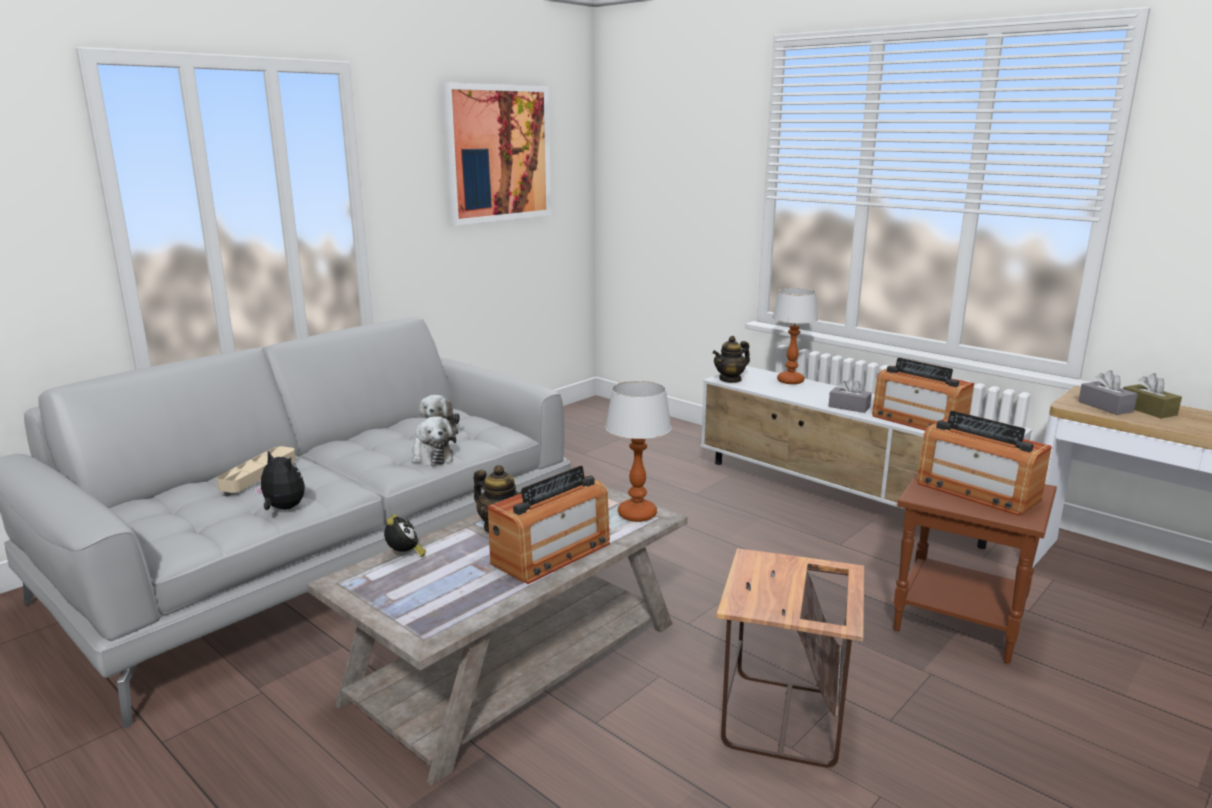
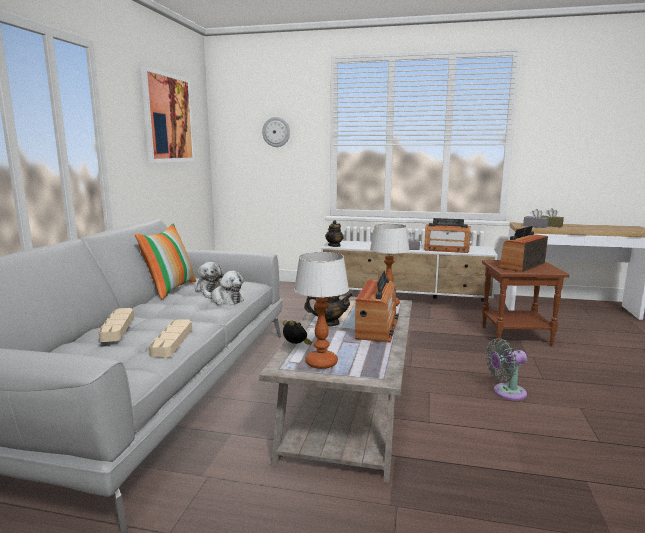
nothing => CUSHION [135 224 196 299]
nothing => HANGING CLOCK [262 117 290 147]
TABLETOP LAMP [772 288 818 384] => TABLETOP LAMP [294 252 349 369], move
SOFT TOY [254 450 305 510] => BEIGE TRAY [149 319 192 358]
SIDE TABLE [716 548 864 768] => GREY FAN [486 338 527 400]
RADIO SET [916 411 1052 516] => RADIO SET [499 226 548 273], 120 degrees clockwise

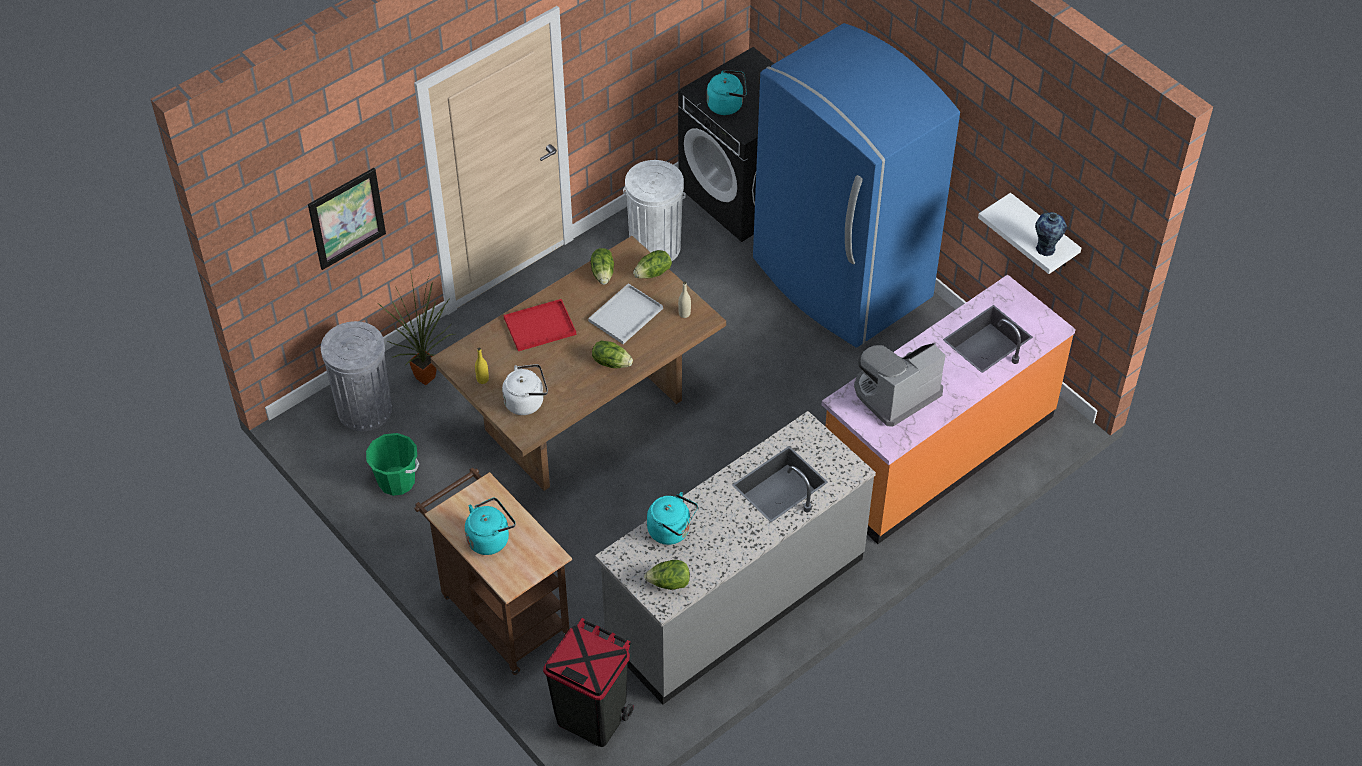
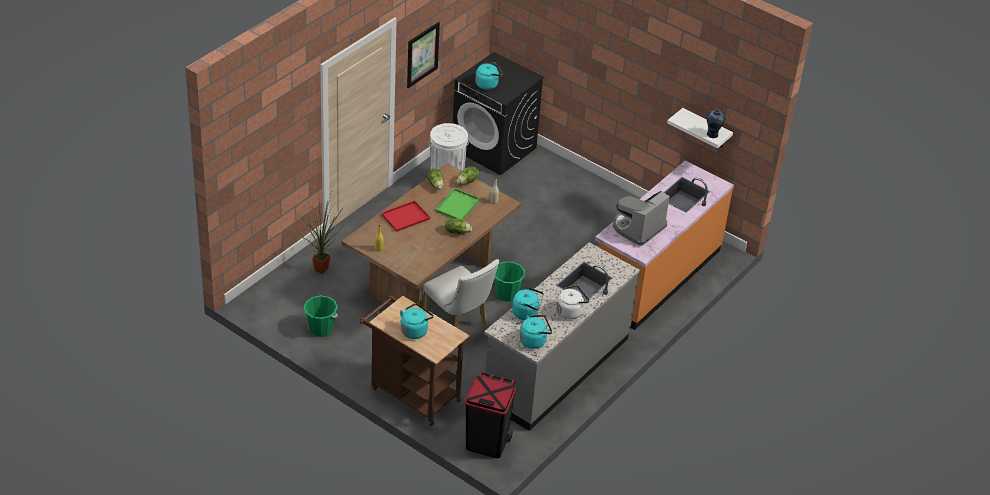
GREY TRASH CAN [321 321 392 431] => nothing
BLUE-COLOURED KITCHEN FRIDGE [753 23 960 348] => nothing
nothing => WHITE-COLOURED UPRIGHT CHAIR [424 259 500 328]
nothing => GREEN BUCKET [494 261 525 302]
PICTURE [308 168 386 270] => PICTURE [407 22 440 88], move
WHITE-COLOURED KETTLE [502 364 548 415] => WHITE-COLOURED KETTLE [556 285 589 320], move
LETTUCE HEAD [644 560 690 590] => TURQUOISE KETTLE [519 315 552 349]
WHITE-COLOURED TRAY [588 283 663 344] => GREEN TRAY [435 188 480 220]

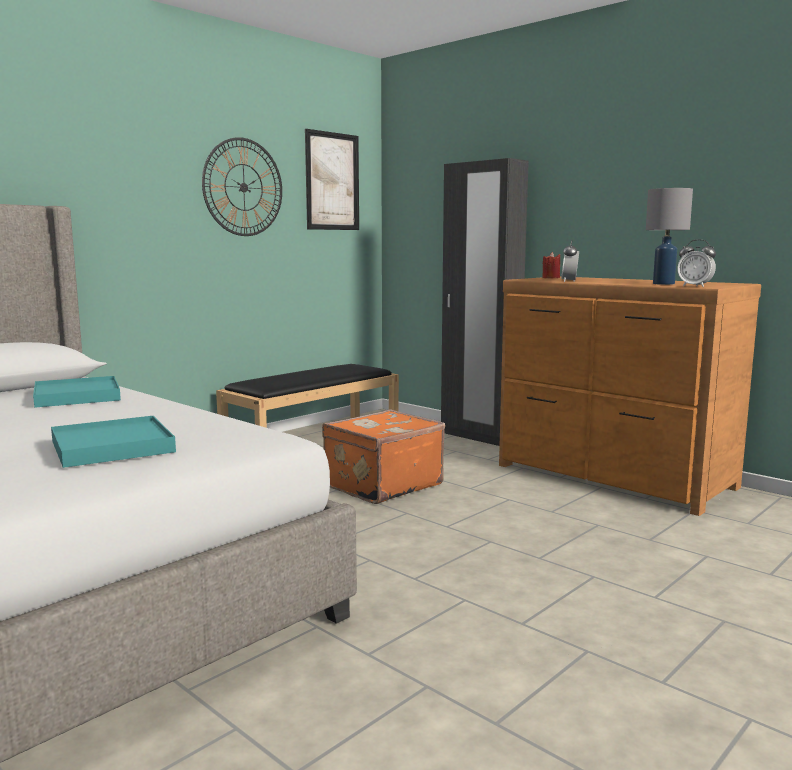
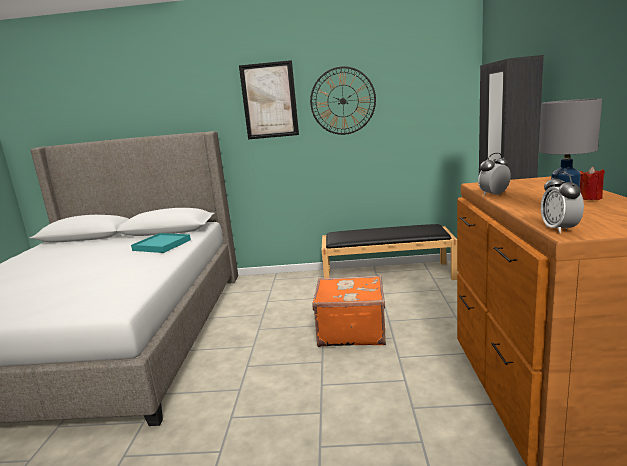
TURQUOISE TRAY [51 416 176 468] => nothing
PICTURE [305 129 359 230] => PICTURE [239 60 299 139], move
REDDISH WAX LIGHT [542 252 560 278] => REDDISH WAX LIGHT [580 166 605 200], move

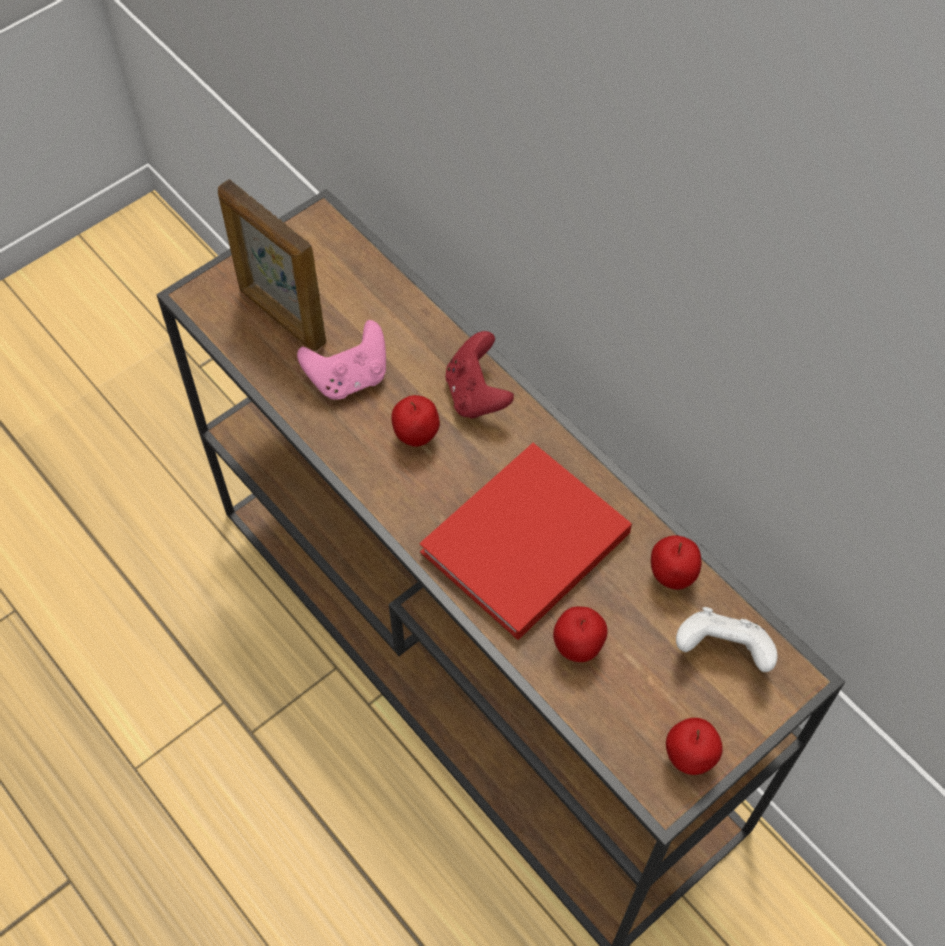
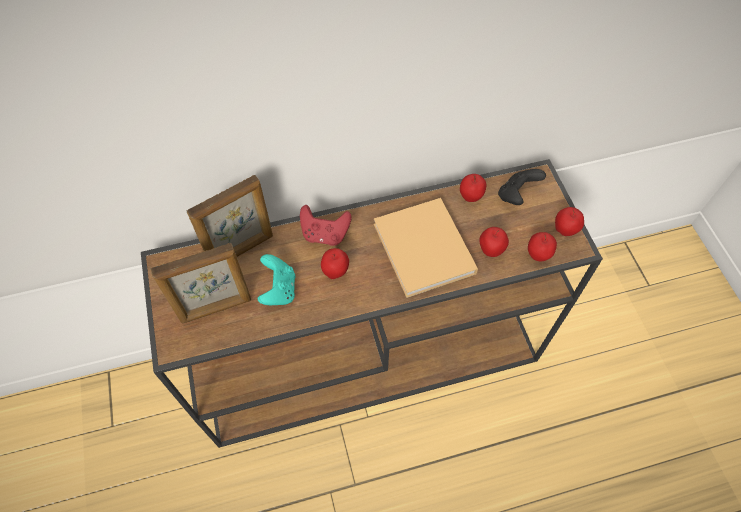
nothing => PICTURE FRAME [187 175 273 257]
nothing => WHOLE APPLE [528 232 557 261]
PINK-COLOURED GAMEPAD [297 320 386 400] => TURQUOISE GAMEPAD [257 254 295 305]
REDDISH BOUND BOOK [419 443 632 640] => BEIGE BOUND BOOK [374 198 478 298]
WHITE-COLOURED GAMEPAD [676 607 778 672] => BLACKISH GAMEPAD [498 169 546 205]

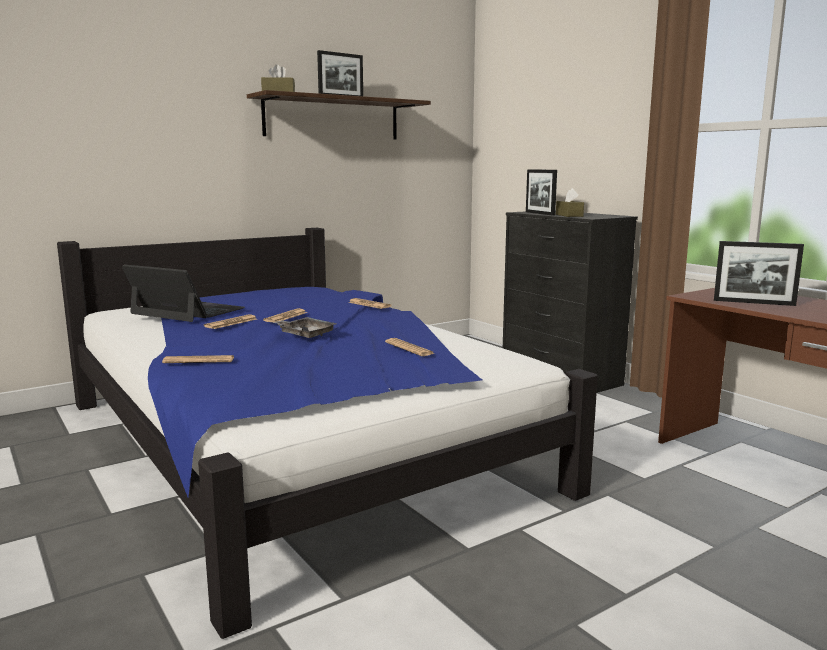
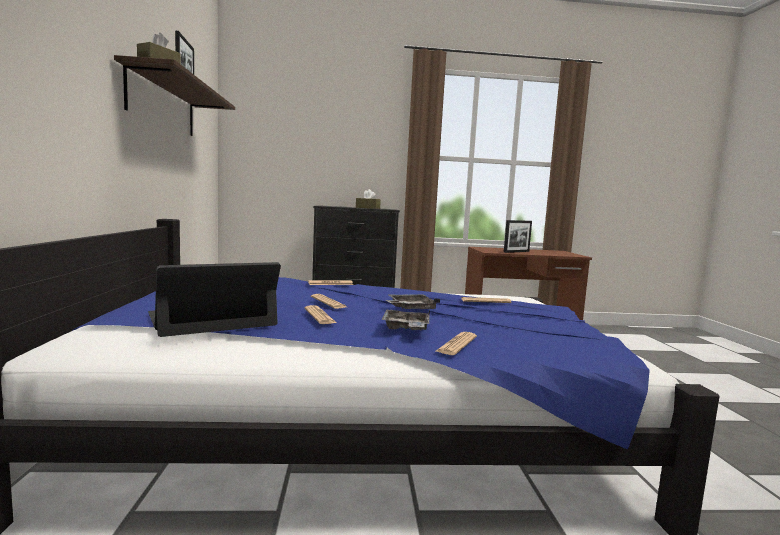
PICTURE FRAME [526 169 557 216] => nothing
nothing => GREY TRAY [382 309 430 331]

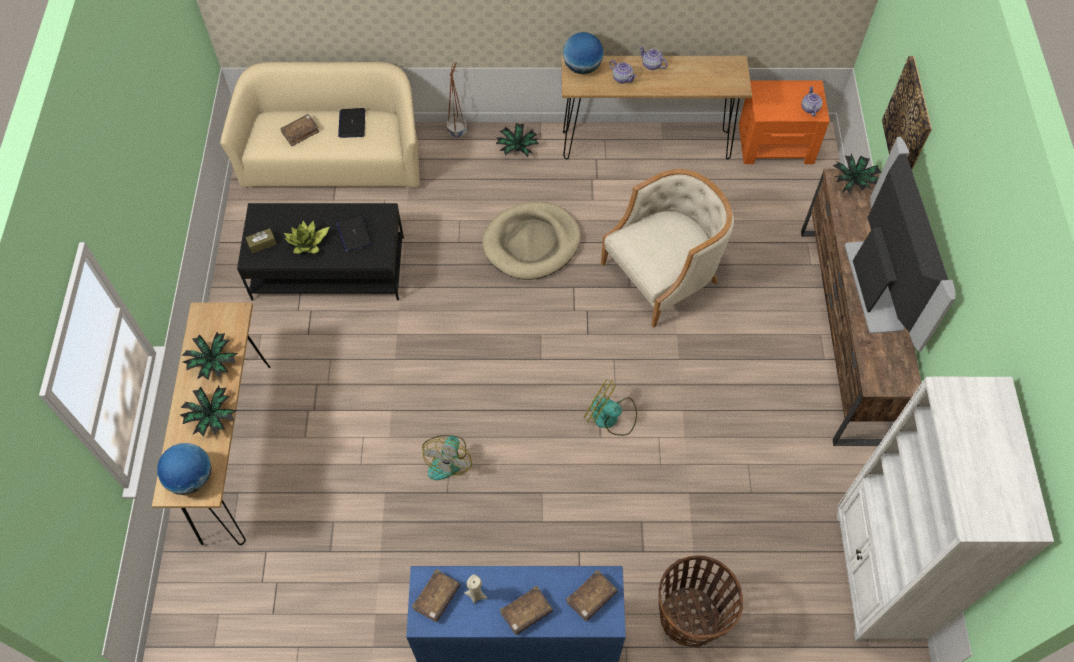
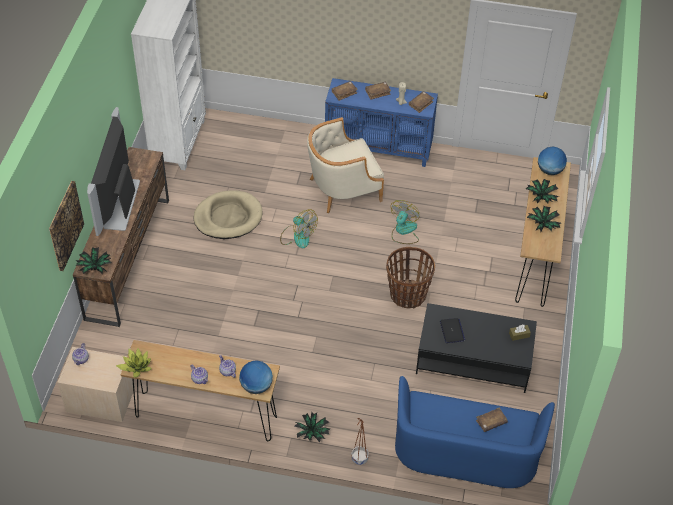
LAPTOP [338 108 365 138] => nothing
HOUSEPLANT [284 221 329 254] => HOUSEPLANT [115 348 152 378], move
BEIGE DOG BED [482 202 581 280] => BEIGE DOG BED [194 190 262 239], move
BEIGE ARMCHAIR [601 169 734 328] => BEIGE ARMCHAIR [307 117 384 213], move
BASKET [658 556 743 648] => BASKET [386 247 435 308], move
BEIGE SETTEE [220 62 420 188] => BLUE-COLOURED SETTEE [395 376 555 488]
ORANGEY NIGHT TABLE [739 80 830 164] => BEIGE NIGHT TABLE [57 347 135 422]

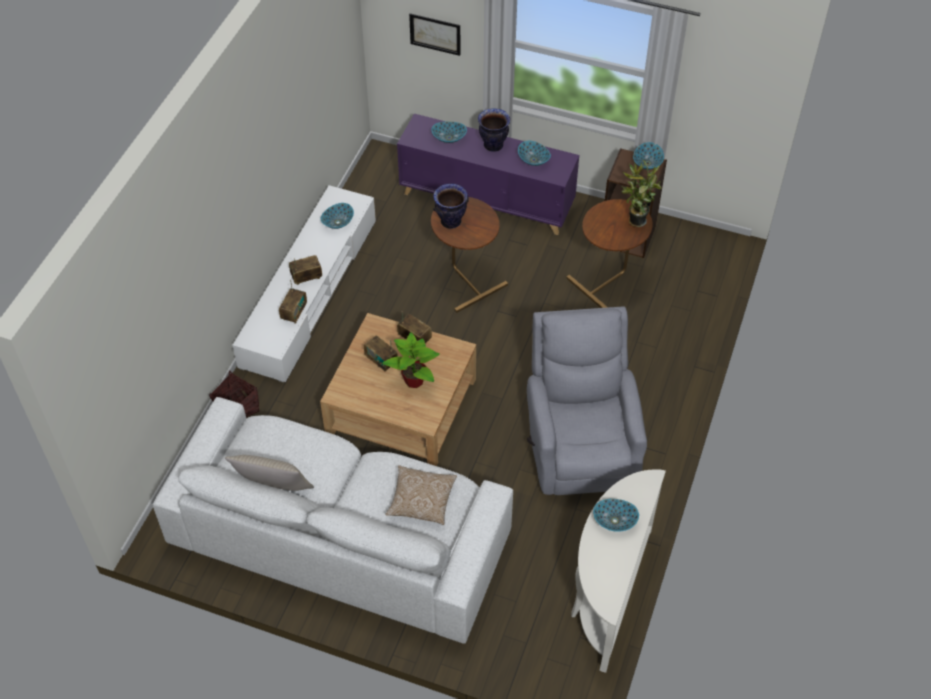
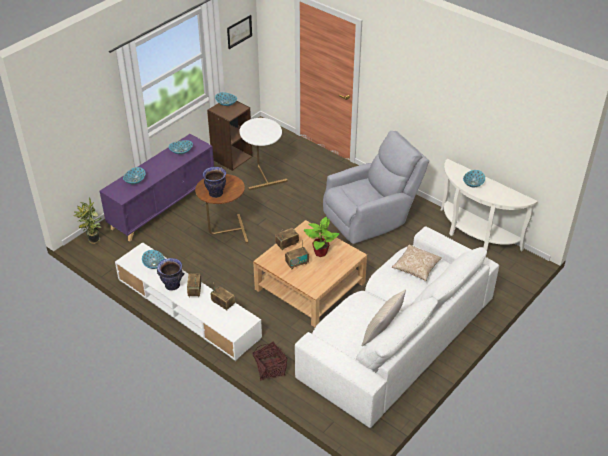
PICTURE [409 13 460 56] => PICTURE [227 15 252 49], move
DECORATIVE VASE [478 108 510 152] => DECORATIVE VASE [157 258 185 291], move
HOUSEPLANT [621 160 662 227] => HOUSEPLANT [73 197 101 244], move
BROWNISH SIDE TABLE [566 199 653 308] => WHITE-COLOURED SIDE TABLE [240 118 287 190]
GREY ARMCHAIR [527 306 647 495] => GREY ARMCHAIR [323 131 429 244], 135 degrees clockwise

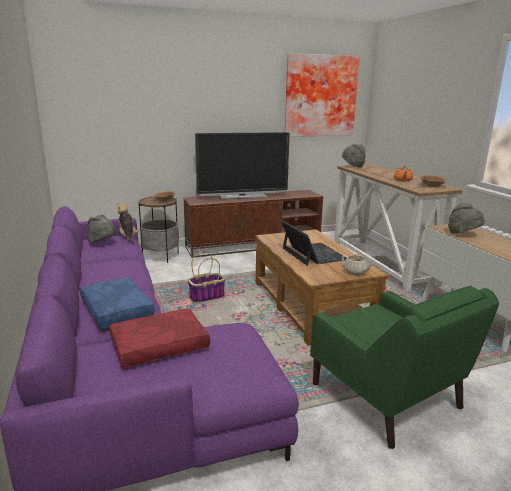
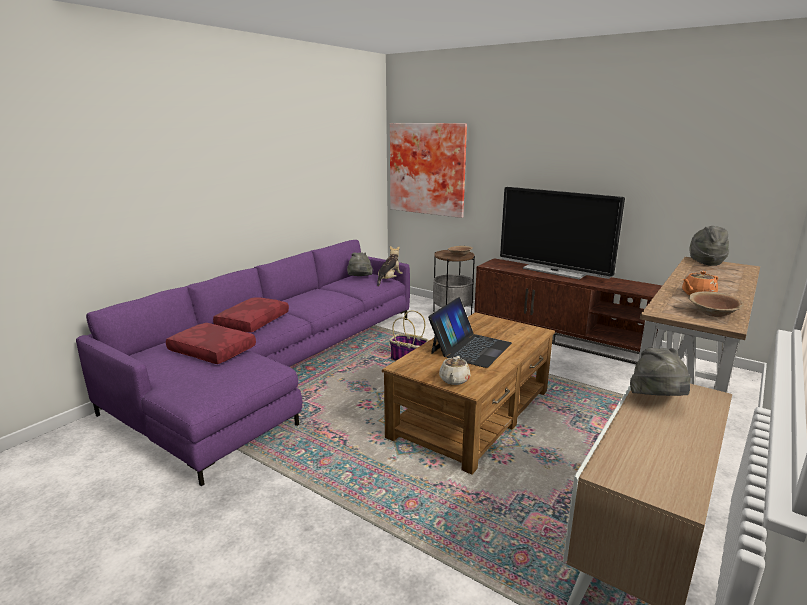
GREEN ARMCHAIR [310 286 499 449] => nothing
PICTURE [285 53 360 137] => PICTURE [390 123 467 218], move
BLUE-COLOURED CUSHION [80 278 155 329] => REDDISH CUSHION [213 297 289 332]

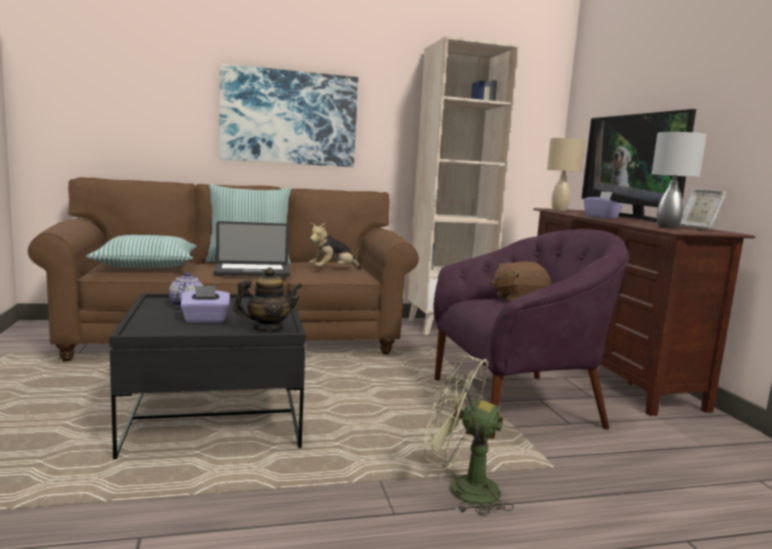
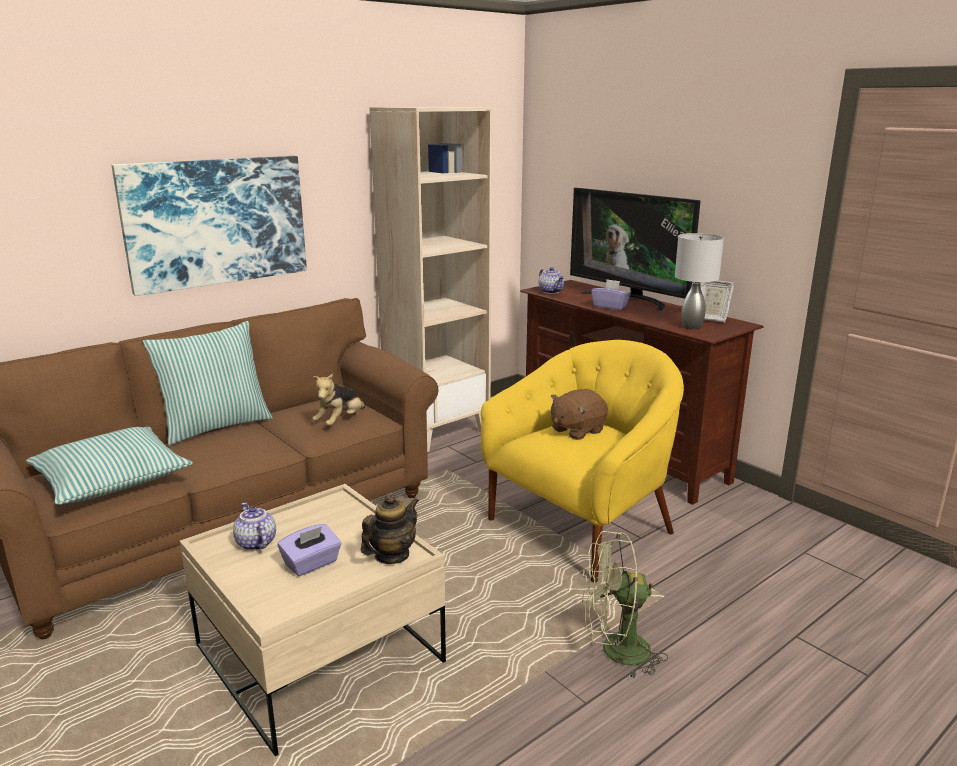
LAPTOP [214 221 290 276] => nothing
BEIGE TABLETOP LAMP [547 138 585 211] => POT FOR TEA [539 267 564 294]
BLACKISH LOW TABLE [109 293 306 459] => BEIGE LOW TABLE [180 484 446 756]
PURPLE-COLOURED ARMCHAIR [433 229 629 439] => YELLOWISH ARMCHAIR [481 340 684 583]

